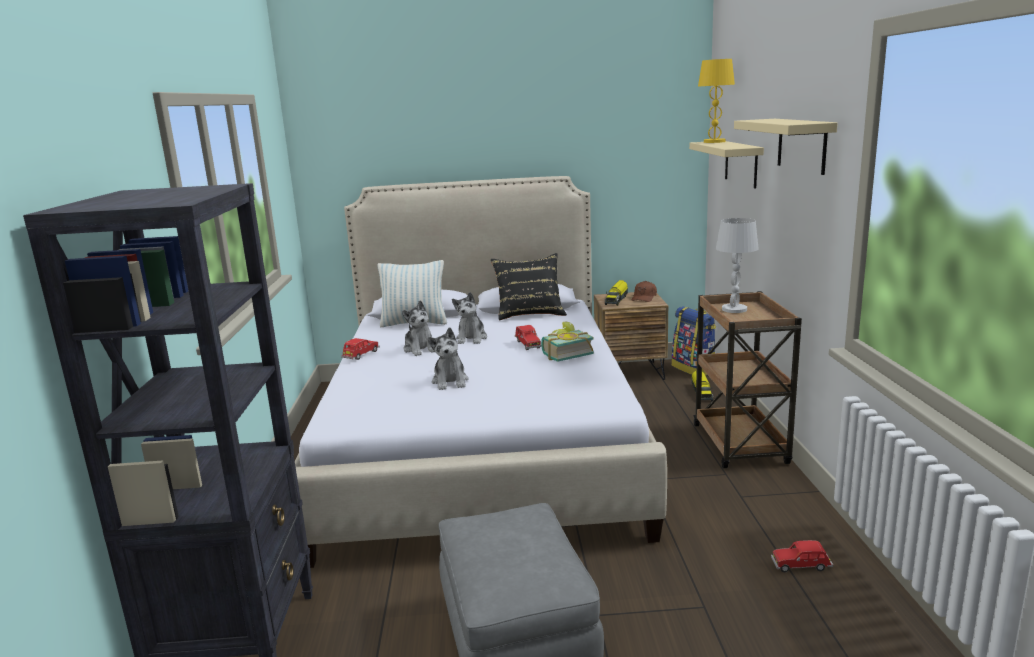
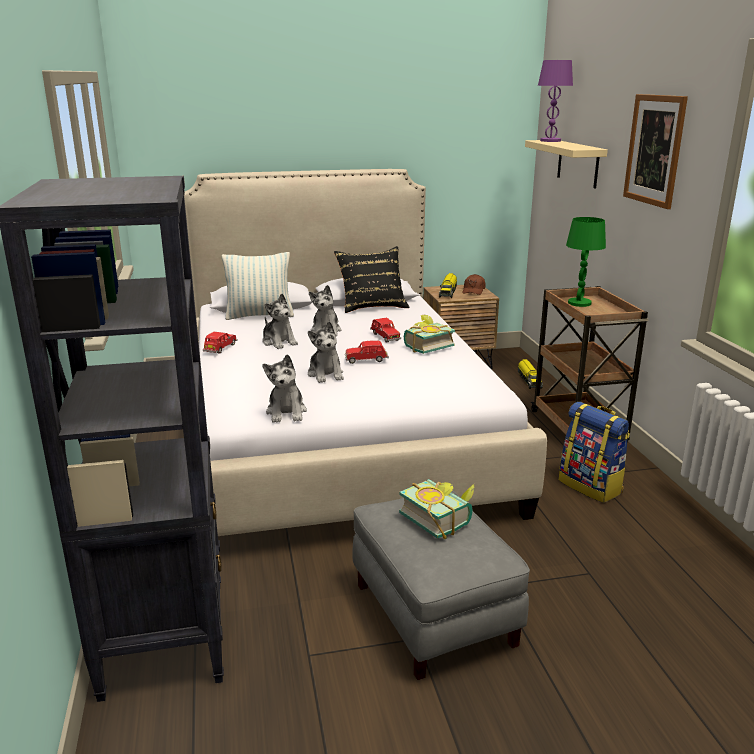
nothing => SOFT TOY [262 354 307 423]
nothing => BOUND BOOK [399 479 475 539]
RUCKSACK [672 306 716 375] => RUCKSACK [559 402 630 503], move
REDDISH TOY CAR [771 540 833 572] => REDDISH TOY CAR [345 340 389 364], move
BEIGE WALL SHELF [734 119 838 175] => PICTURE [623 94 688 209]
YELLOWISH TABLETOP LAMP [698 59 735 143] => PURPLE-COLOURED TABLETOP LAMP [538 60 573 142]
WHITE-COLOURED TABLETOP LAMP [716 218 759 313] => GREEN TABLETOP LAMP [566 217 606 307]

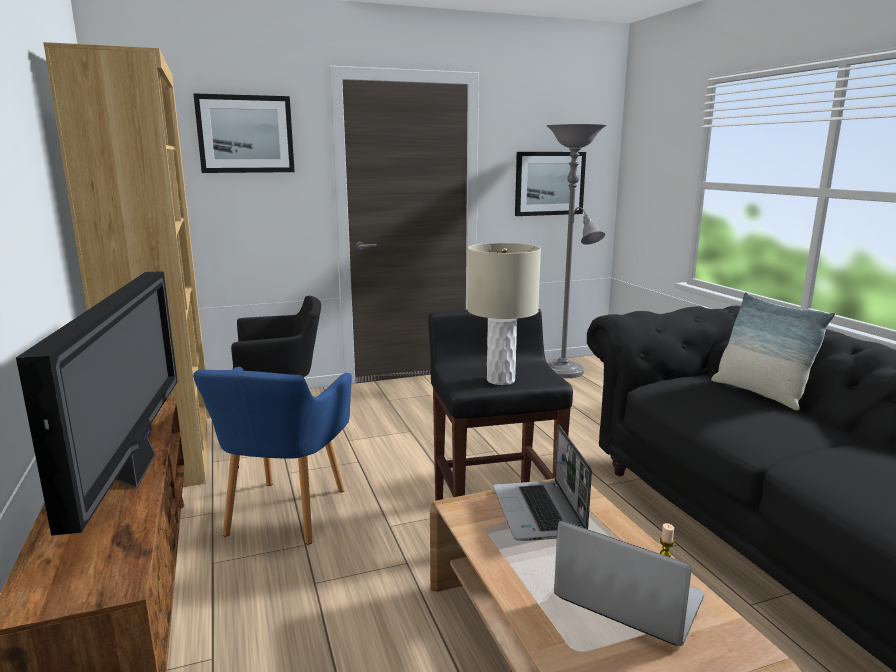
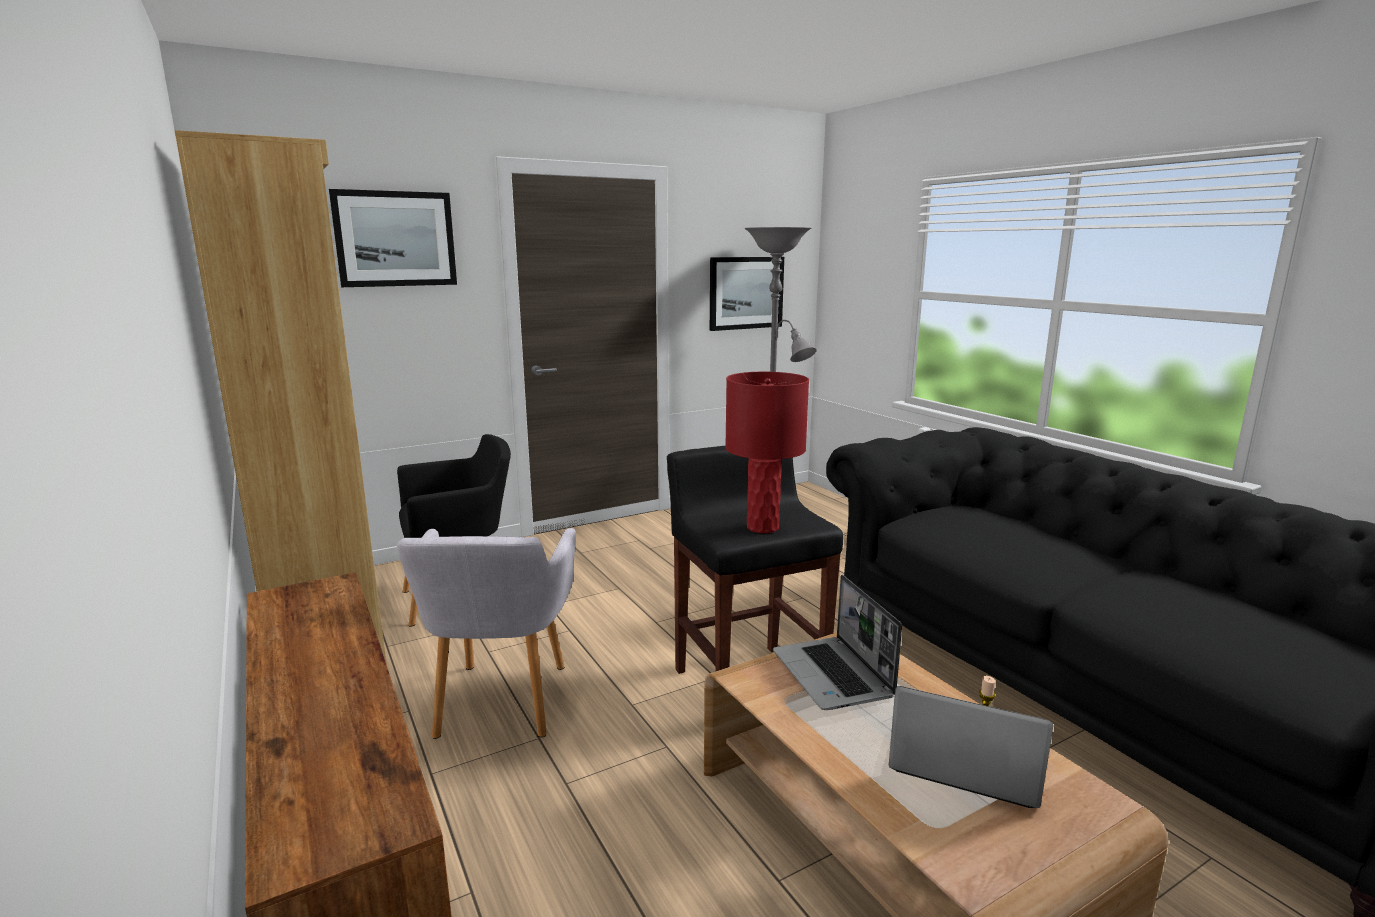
TV [16 271 178 536] => nothing
CUSHION [711 292 835 411] => nothing
BLUE-COLOURED ARMCHAIR [193 367 352 544] => GREY ARMCHAIR [397 528 576 739]
BEIGE TABLETOP LAMP [468 243 541 385] => REDDISH TABLETOP LAMP [725 372 809 533]

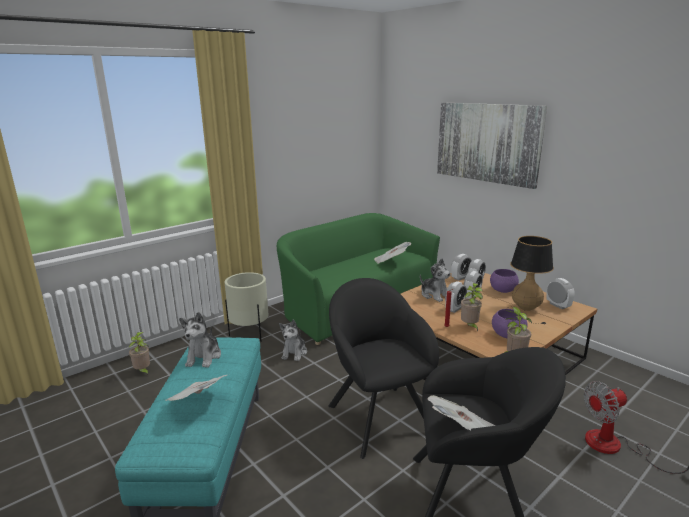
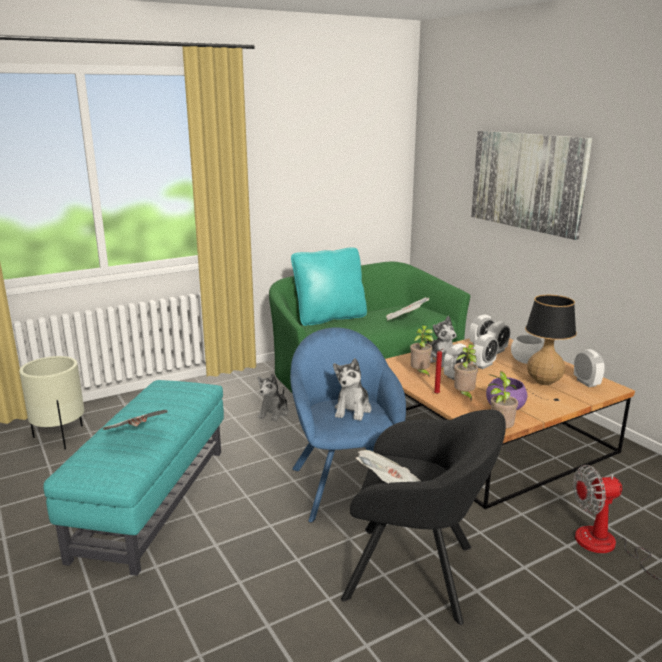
nothing => TURQUOISE CUSHION [291 247 367 326]
HOUSEPLANT [128 332 150 375] => HOUSEPLANT [410 325 433 378], move
SOFT TOY [179 312 221 368] => SOFT TOY [333 358 371 421], move
BEIGE PLANTER [225 272 268 342] => BEIGE PLANTER [19 356 84 449], move
BLACKISH ARMCHAIR [328 278 439 459] => BLUE-COLOURED ARMCHAIR [290 327 406 523]
PURPLE-COLOURED SERVING BOWL [490 269 519 293] => WHITE-COLOURED SERVING BOWL [511 335 544 364]

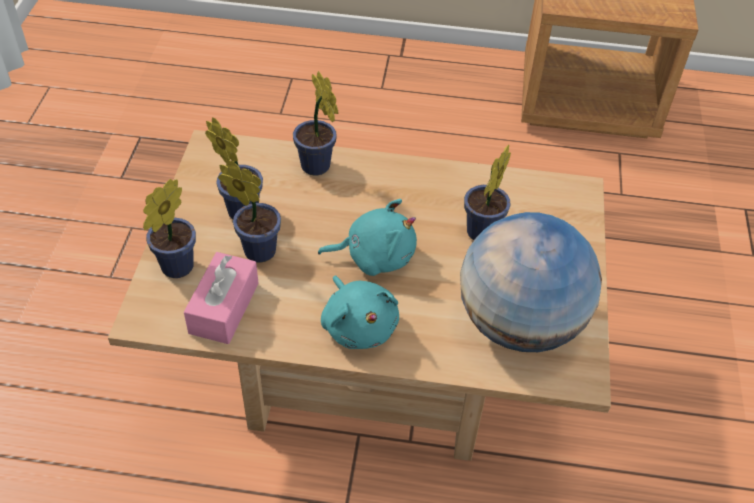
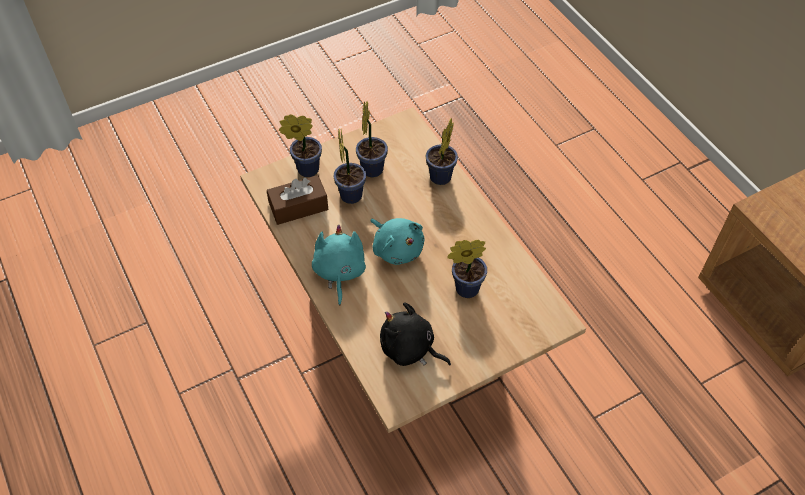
WORLD GLOBE [460 212 602 352] => BLACKISH SOFT TOY [380 302 451 366]
PINK-COLOURED TISSUE HOLDER [184 252 259 344] => BROWNISH TISSUE HOLDER [267 175 328 225]
TURQUOISE SOFT TOY [321 275 399 349] => TURQUOISE SOFT TOY [312 225 366 305], 150 degrees clockwise

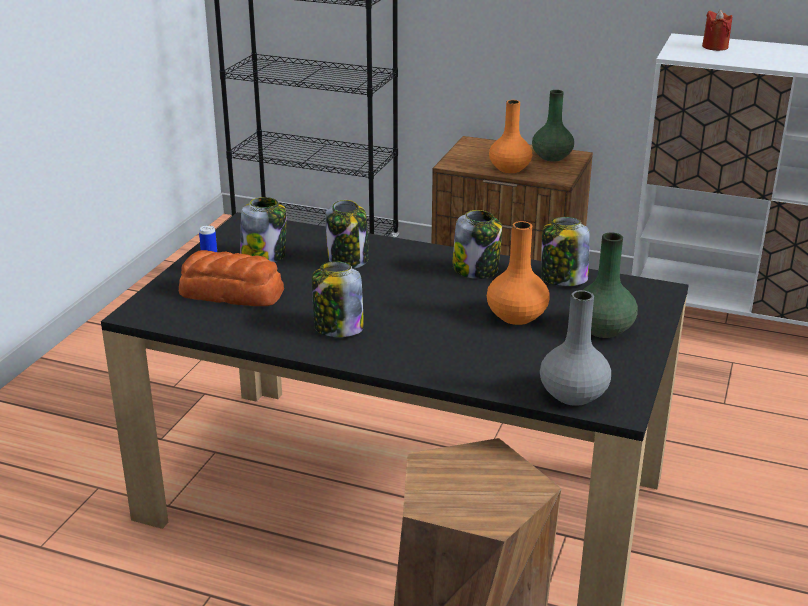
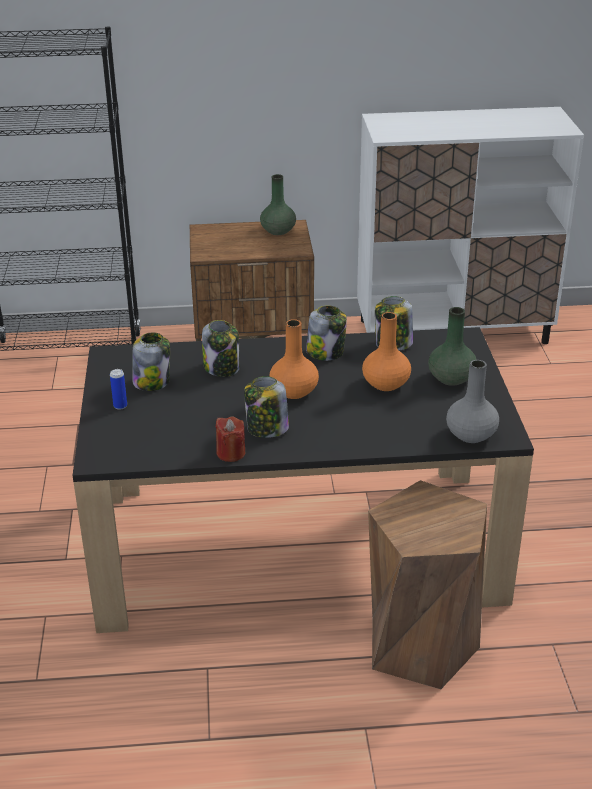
BAKERY BREAD [179 250 284 306] => nothing
ORANGEY DECORATIVE VASE [489 100 532 173] => ORANGEY DECORATIVE VASE [269 319 319 399], move
REDDISH WAX LIGHT [702 10 732 51] => REDDISH WAX LIGHT [215 416 245 462], move

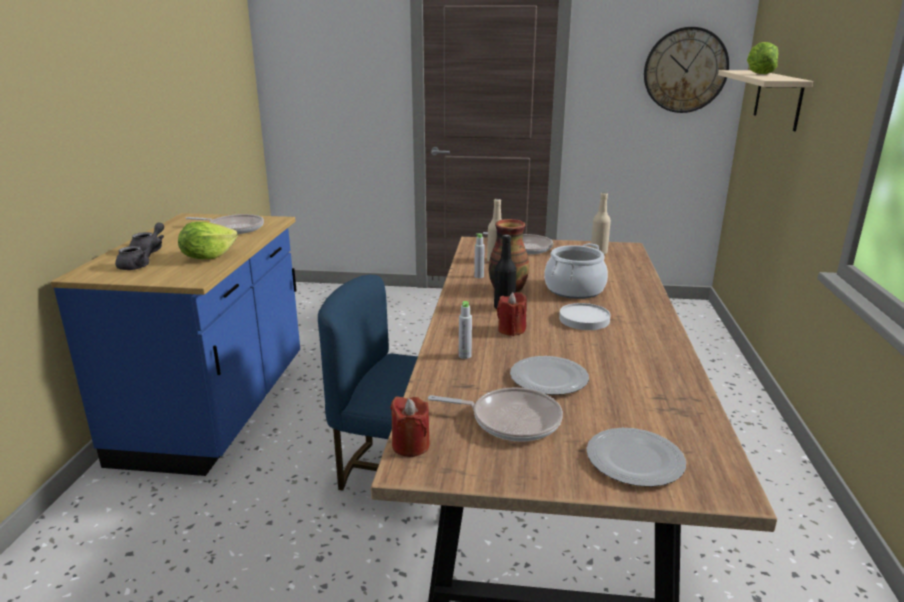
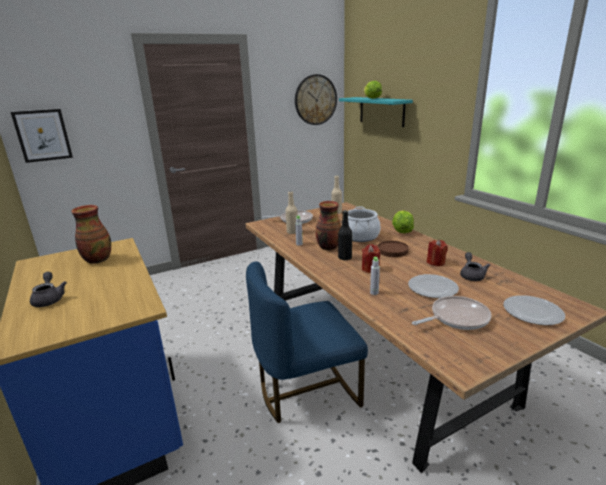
nothing => PICTURE [11 109 73 163]
GREY POT FOR TEA [115 237 162 270] => GREY POT FOR TEA [460 252 490 281], move
LETTUCE HEAD [178 222 238 259] => LETTUCE HEAD [392 211 414 233], move
REDDISH WAX LIGHT [390 396 430 457] => REDDISH WAX LIGHT [427 239 448 266], move
PAN [186 214 264 234] => DECORATIVE VASE [71 205 111 264]
WHITE-COLOURED PLATE [559 303 611 330] => BROWNISH PLATE [378 241 409 257]
BEIGE WALL SHELF [718 70 813 131] => TURQUOISE WALL SHELF [339 97 413 127]

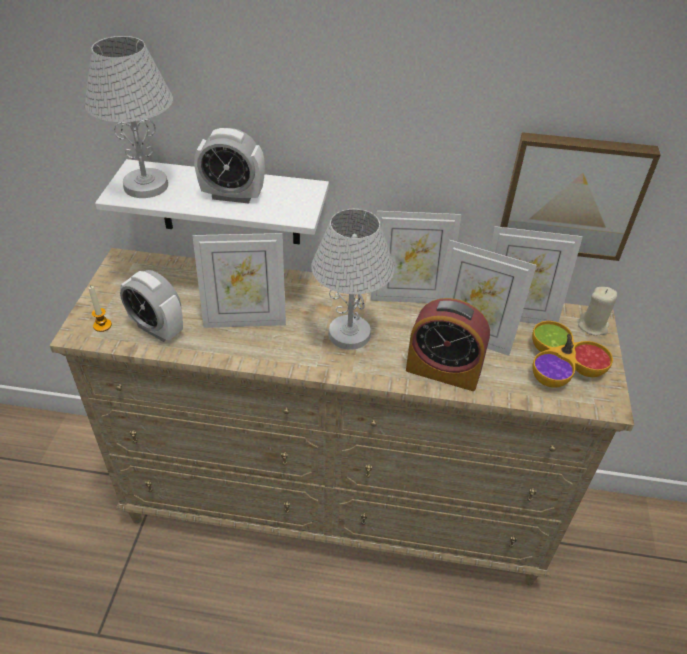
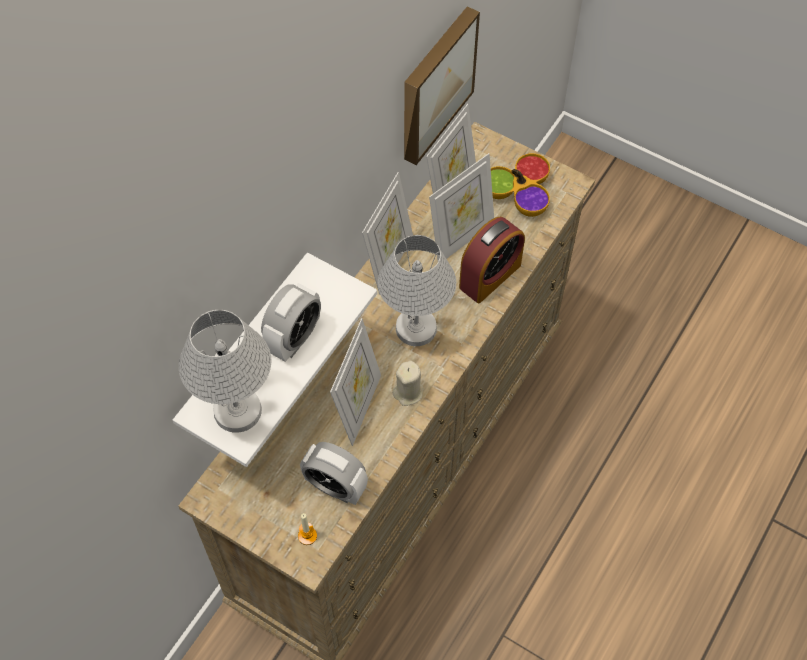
BEIGE WAX LIGHT [578 287 617 336] => BEIGE WAX LIGHT [392 361 424 406], move
TABLE CLOCK [120 270 183 342] => TABLE CLOCK [300 442 368 505], 60 degrees clockwise

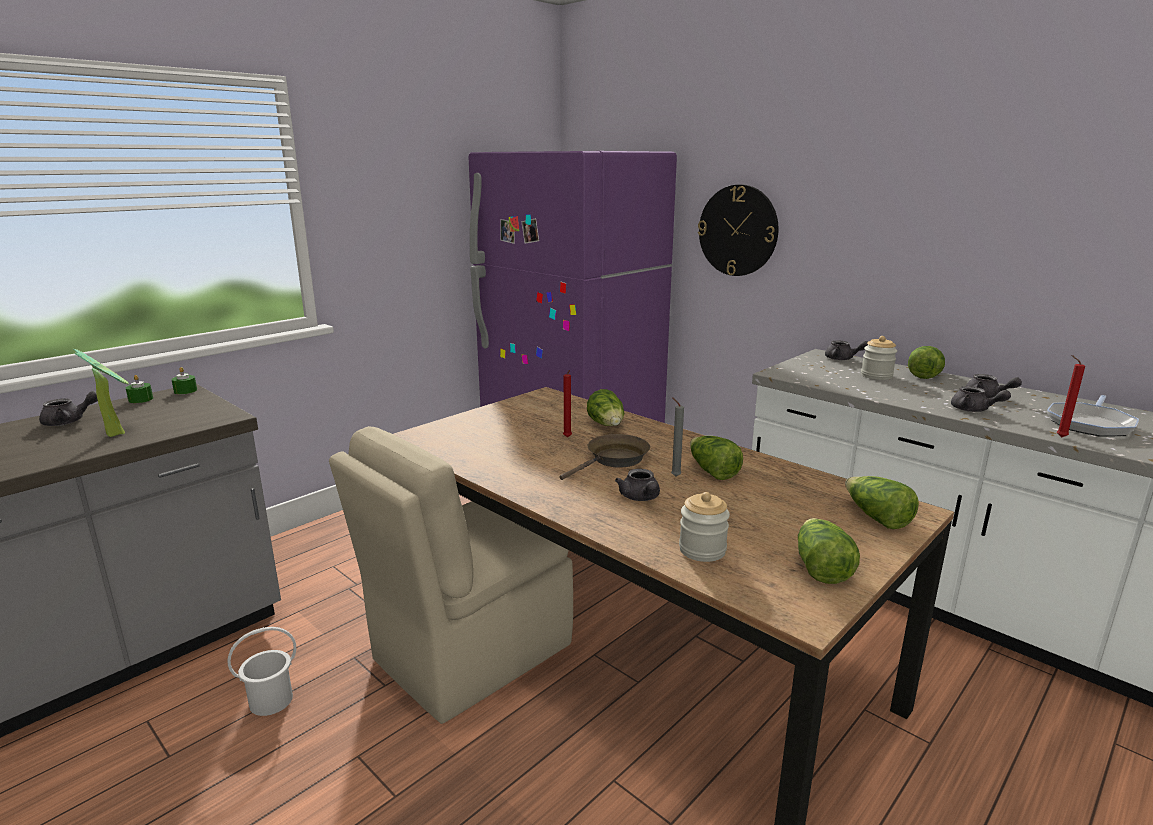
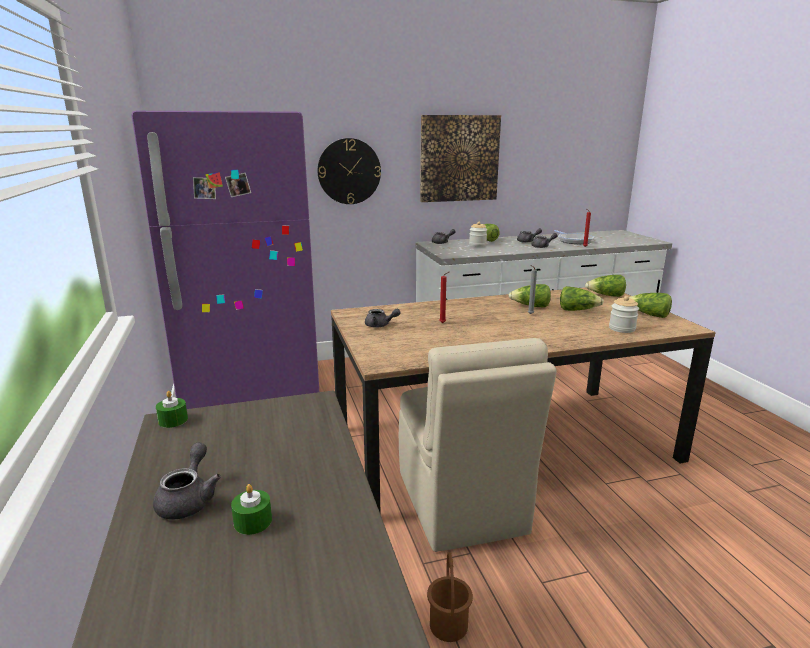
HOUSEPLANT [73 349 129 437] => nothing
BROWNISH PAN [559 434 650 480] => nothing
nothing => PICTURE [420 115 501 202]
GREEN WAX LIGHT [126 375 153 403] => GREEN WAX LIGHT [231 484 272 535], move
LETTUCE HEAD [587 389 624 426] => LETTUCE HEAD [560 286 604 311], move
GREY POT FOR TEA [615 469 660 501] => GREY POT FOR TEA [365 309 400 328], move
WHITE-COLOURED BUCKET [227 627 296 716] => BROWNISH BUCKET [427 552 473 642]

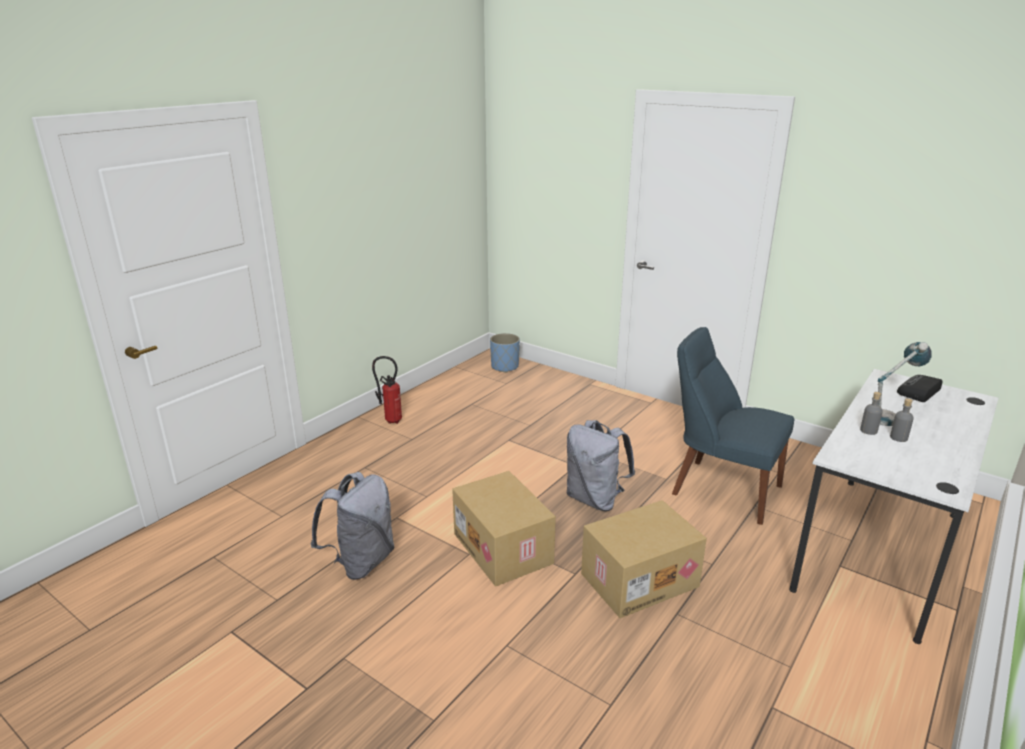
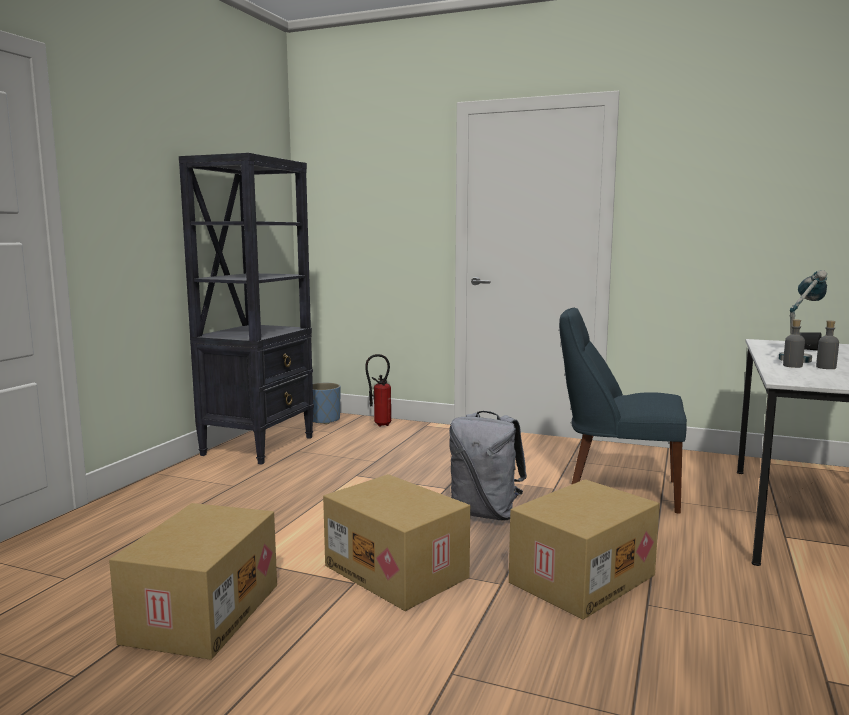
nothing => BLACKISH BOOKCASE [179 153 314 465]
FIRE-FIGHTING CYLINDER [372 356 402 424] => FIRE-FIGHTING CYLINDER [365 354 391 427], move
GREY RUCKSACK [310 472 394 580] => PACKING BOX [109 503 277 660]

